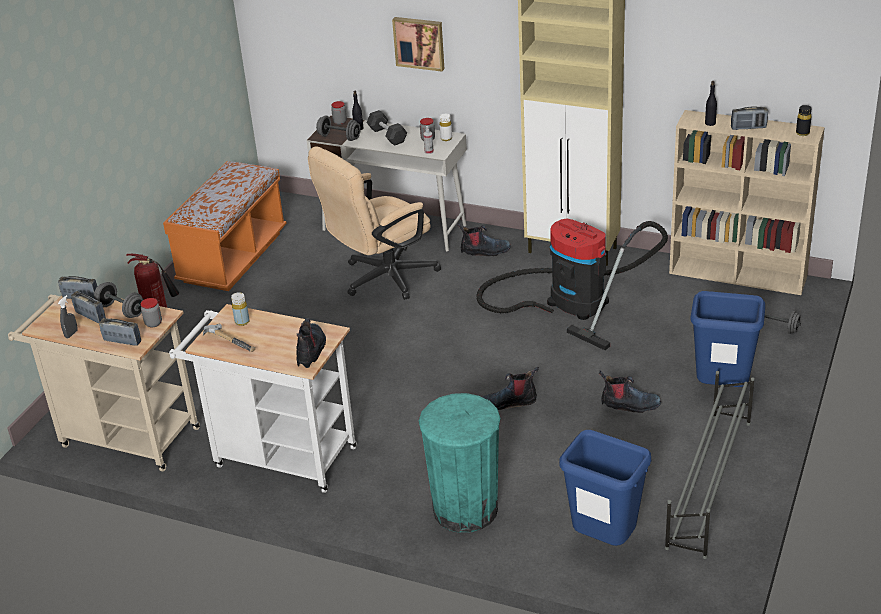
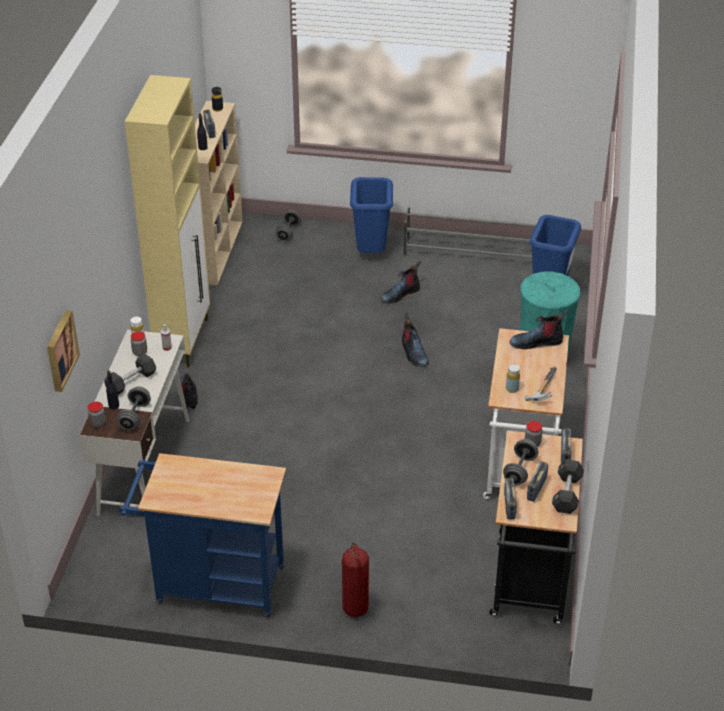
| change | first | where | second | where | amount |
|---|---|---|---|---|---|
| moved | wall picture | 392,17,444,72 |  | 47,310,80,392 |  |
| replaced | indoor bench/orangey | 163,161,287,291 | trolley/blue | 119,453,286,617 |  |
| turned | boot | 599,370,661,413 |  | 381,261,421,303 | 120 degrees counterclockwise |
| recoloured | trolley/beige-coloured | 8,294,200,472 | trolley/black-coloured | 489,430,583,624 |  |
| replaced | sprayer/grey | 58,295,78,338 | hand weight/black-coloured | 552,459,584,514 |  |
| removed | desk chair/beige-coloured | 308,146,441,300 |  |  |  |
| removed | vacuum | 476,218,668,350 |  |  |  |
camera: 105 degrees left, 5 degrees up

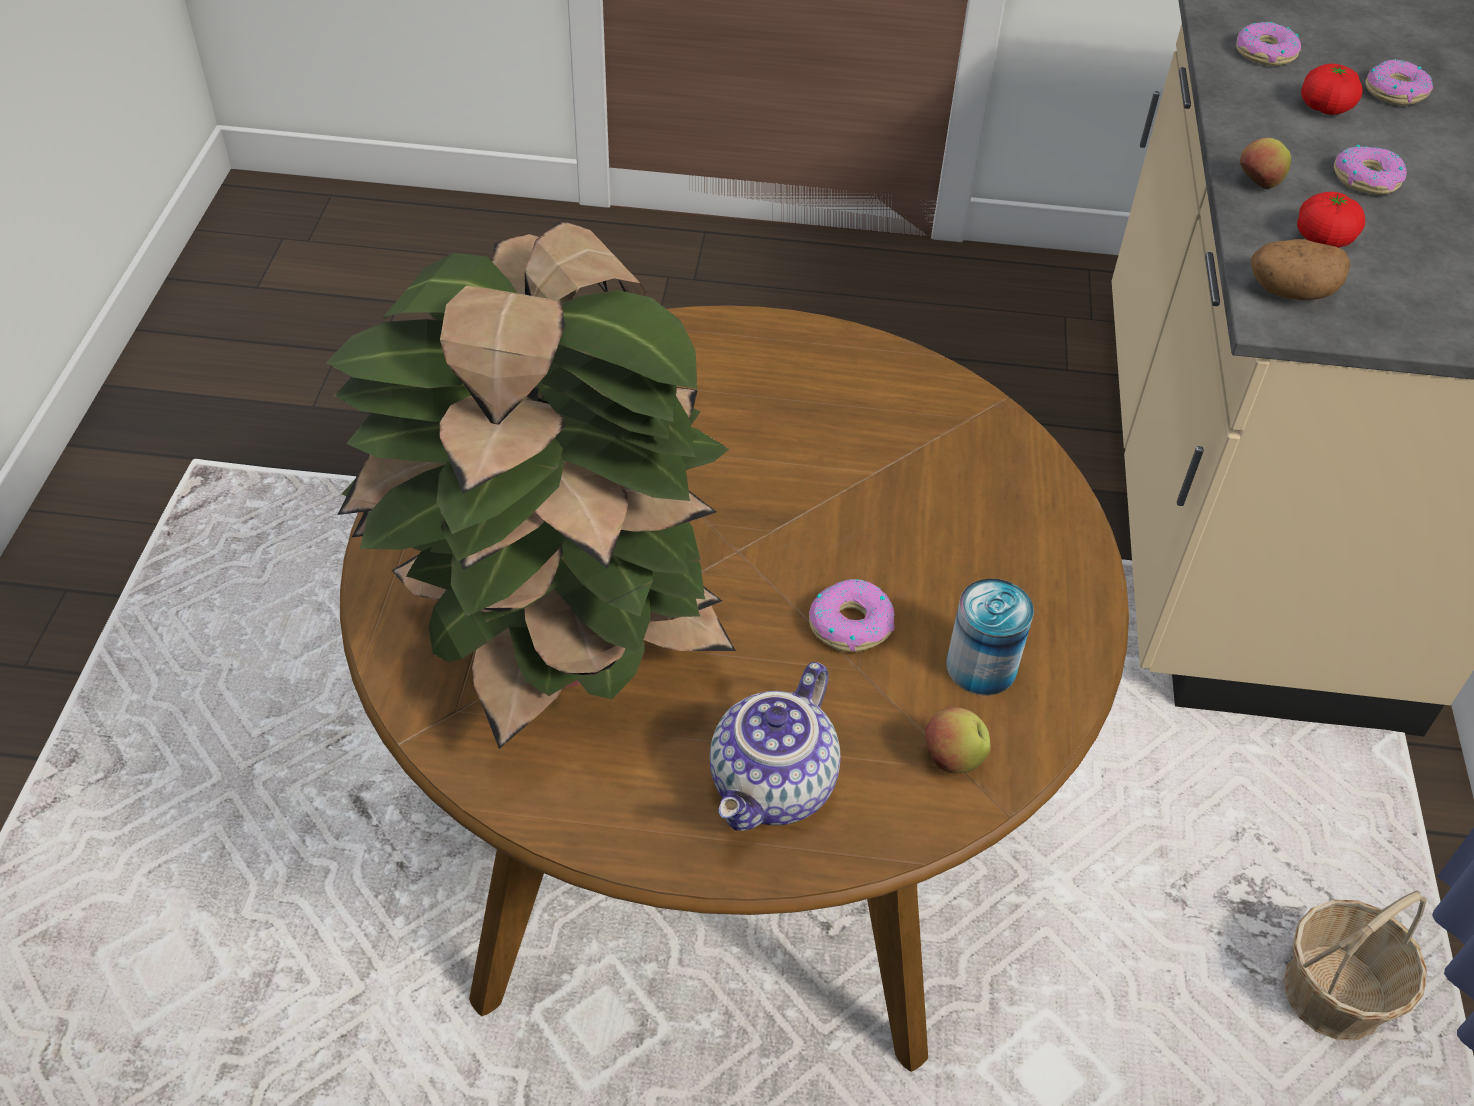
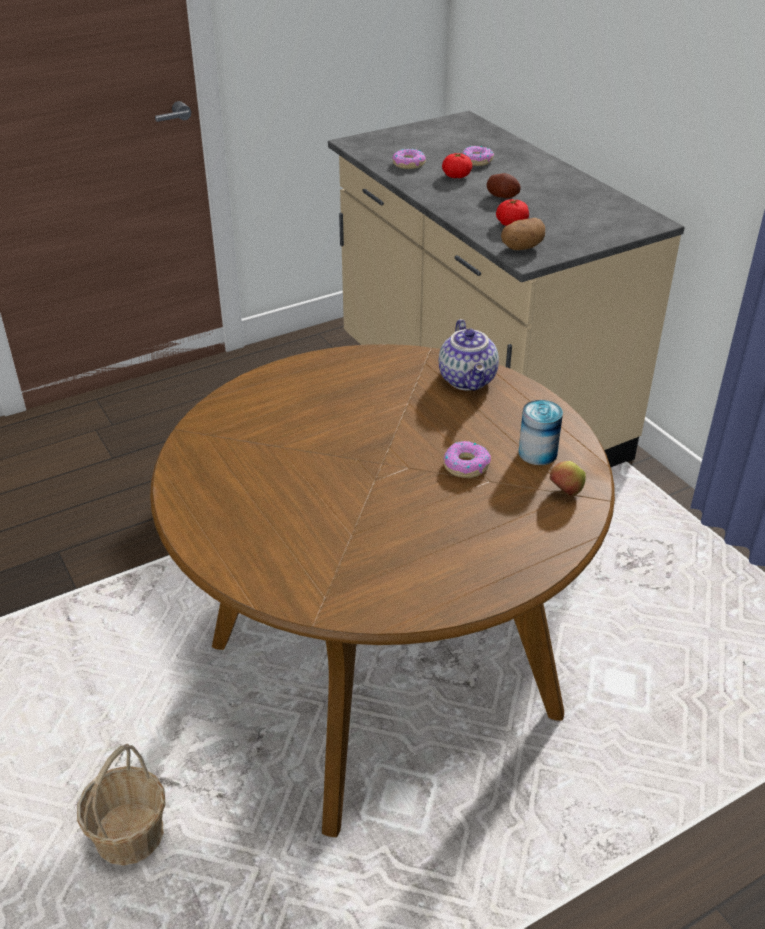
| change | first | where | second | where | amount |
|---|---|---|---|---|---|
| moved | basket | 1283,890,1427,1041 |  | 77,744,166,866 |  |
| moved | pot for tea | 710,662,841,831 |  | 439,319,499,391 |  |
| replaced | doughnut | 1334,145,1407,195 | potato | 486,173,521,198 |  |
| removed | potted plant | 326,221,736,749 |  |  |  |
| removed | whole apple | 1240,138,1291,189 |  |  |  |
camera: 35 degrees left, 10 degrees down

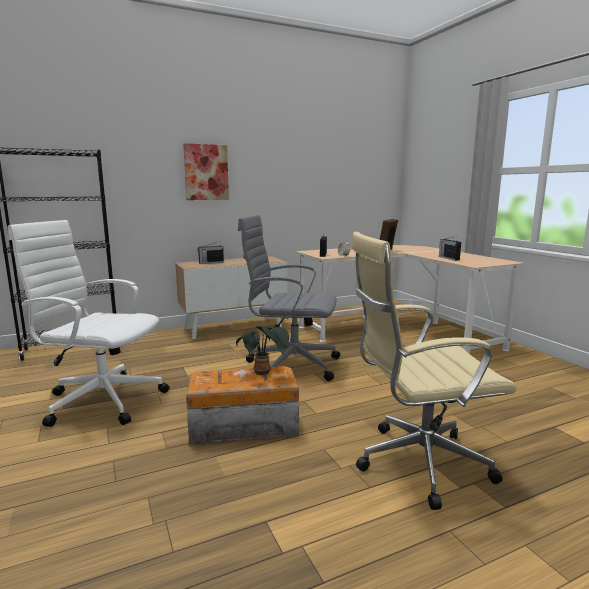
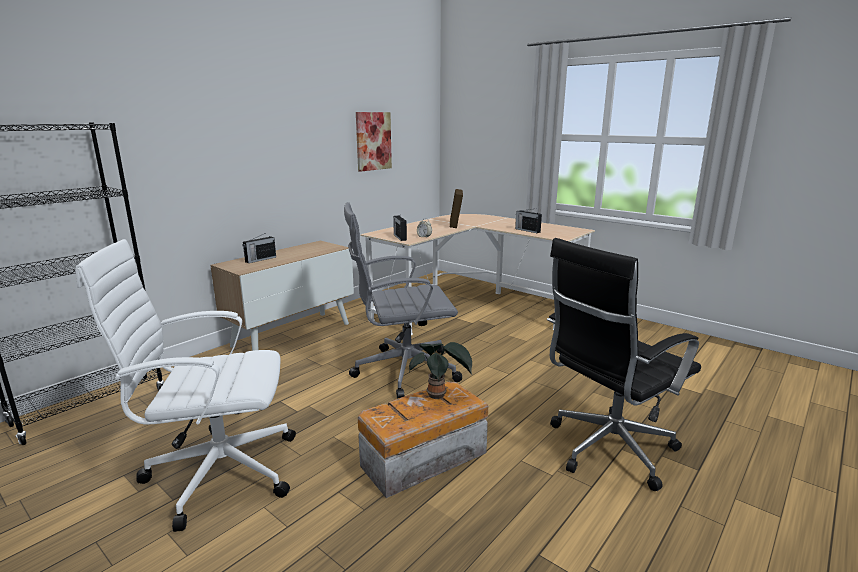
| change | first | where | second | where | amount |
|---|---|---|---|---|---|
| moved | wall picture | 183,143,229,200 |  | 356,112,392,172 |  |
| recoloured | desk chair/beige-coloured | 351,232,517,510 | desk chair/black-coloured | 547,238,701,491 |  |
camera: 25 degrees left, 5 degrees up

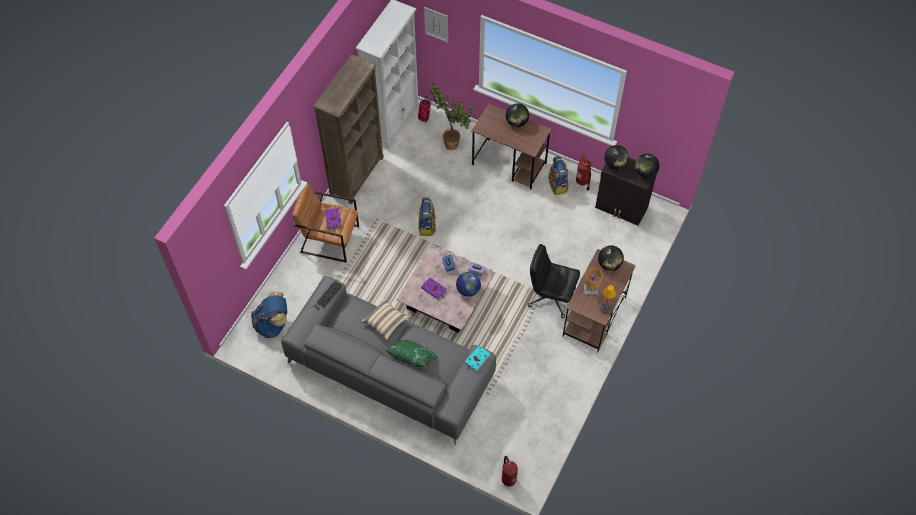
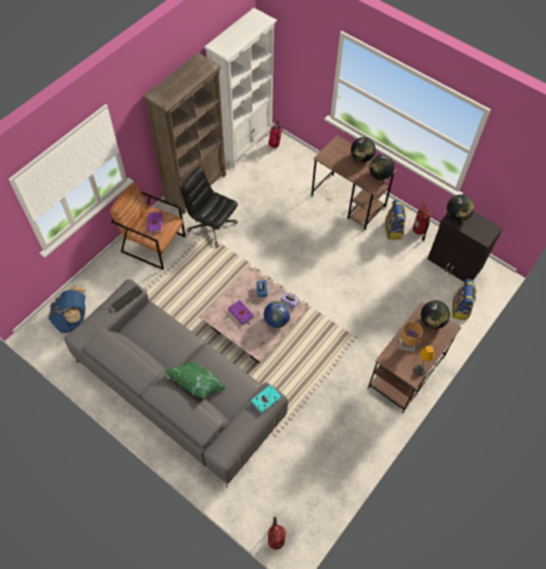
| change | first | where | second | where | amount |
|---|---|---|---|---|---|
| moved | desk chair/black-coloured | 528,244,580,318 |  | 181,167,238,247 |  |
| moved | desk globe | 635,154,659,178 |  | 369,155,395,180 |  |
| moved | knapsack | 418,197,436,236 |  | 452,279,476,321 |  |
| removed | cushion/beige-coloured | 362,298,409,340 |  |  |  |
| removed | wall picture | 424,7,448,43 |  |  |  |
| removed | potted plant | 430,83,475,150 |  |  |  |
camera: 10 degrees right, 0 degrees up

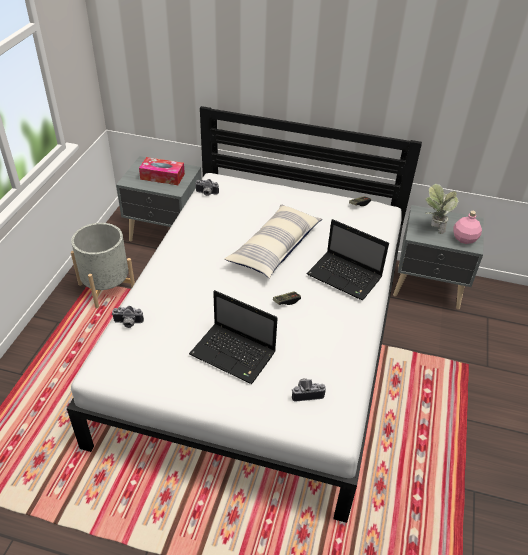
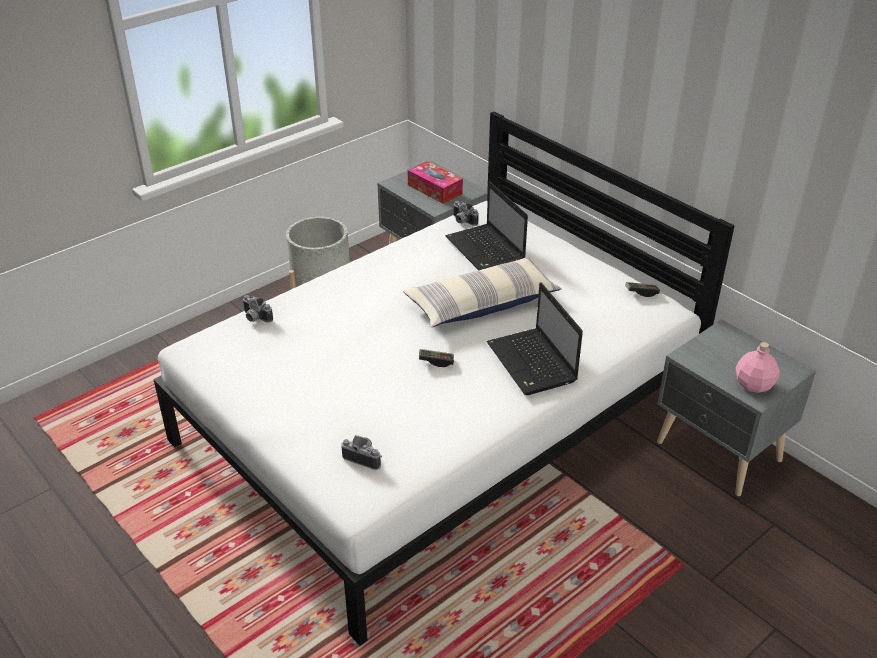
| change | first | where | second | where | amount |
|---|---|---|---|---|---|
| moved | notebook computer | 189,290,277,384 |  | 445,181,528,270 |  |
| removed | potted plant | 425,184,459,234 |  |  |  |
camera: 35 degrees right, 5 degrees down

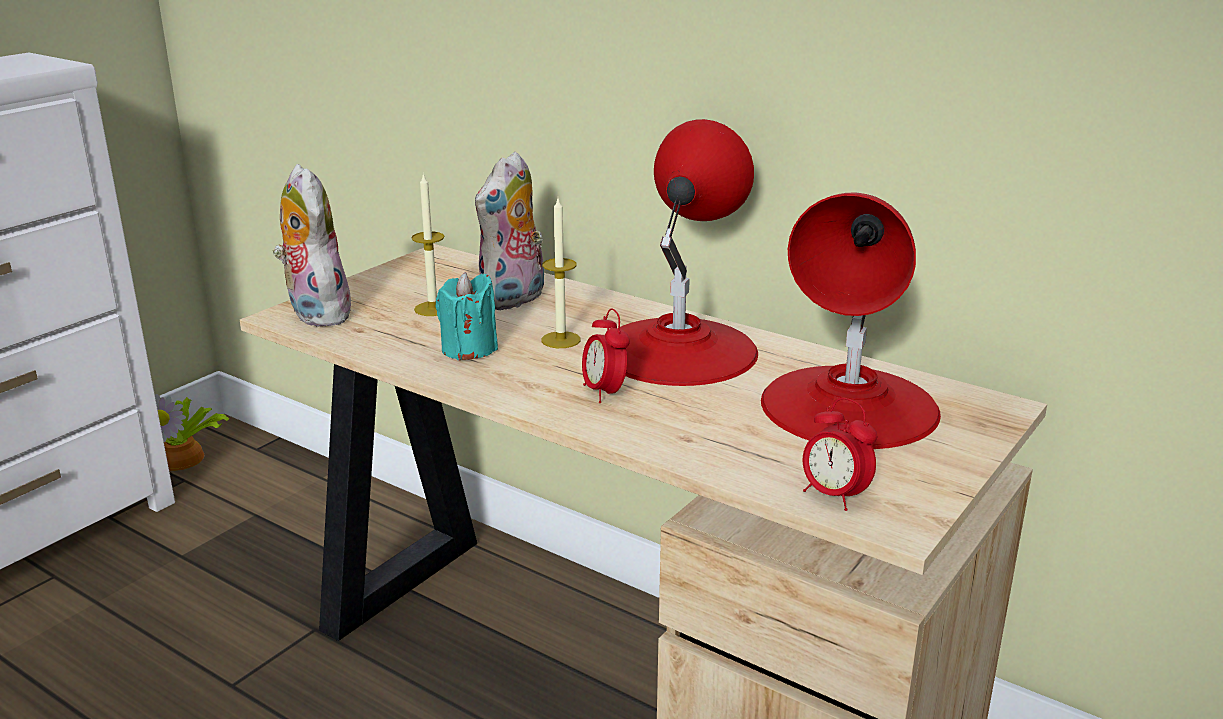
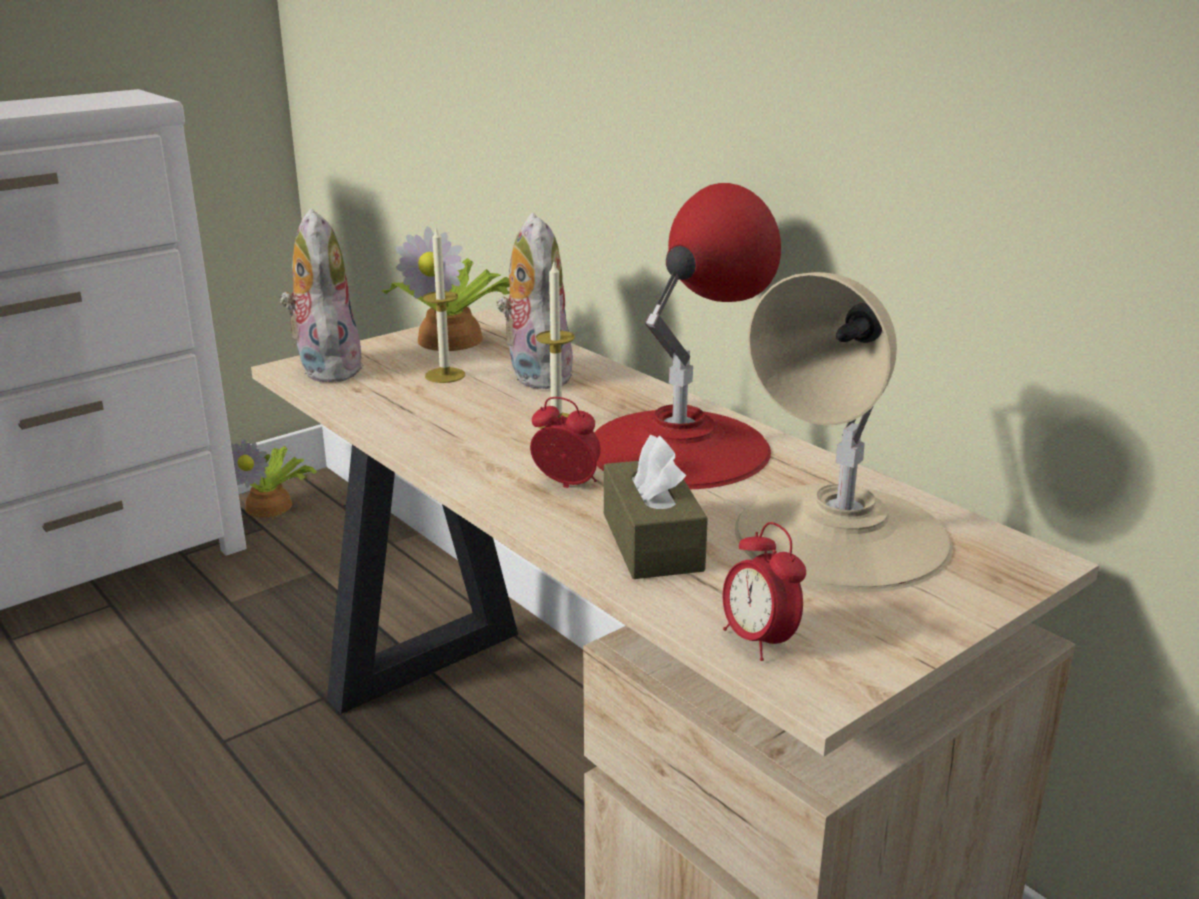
| change | first | where | second | where | amount |
|---|---|---|---|---|---|
| added |  |  | potted plant | 382,226,510,351 |  |
| turned | plush toy | 475,152,544,310 |  | 496,213,573,389 | 120 degrees clockwise |
| turned | table clock | 582,308,630,403 |  | 530,397,601,488 | 120 degrees clockwise |
| added |  |  | tissue box/brownish | 604,435,708,579 |  |
| recoloured | lamp for a table/red | 761,193,941,449 | lamp for a table/beige-coloured | 735,272,953,592 |  |
| removed | wax candle/blue-green | 436,272,498,360 |  |  |  |
camera: 15 degrees right, 0 degrees up

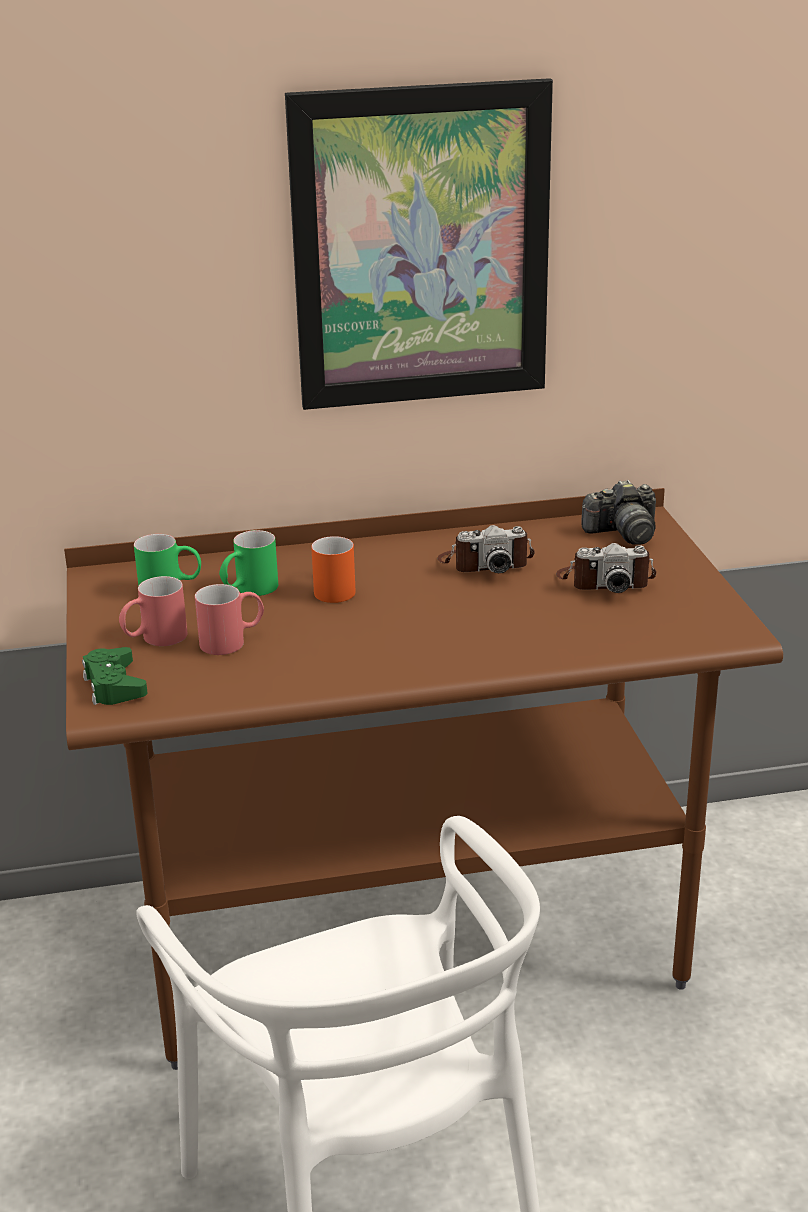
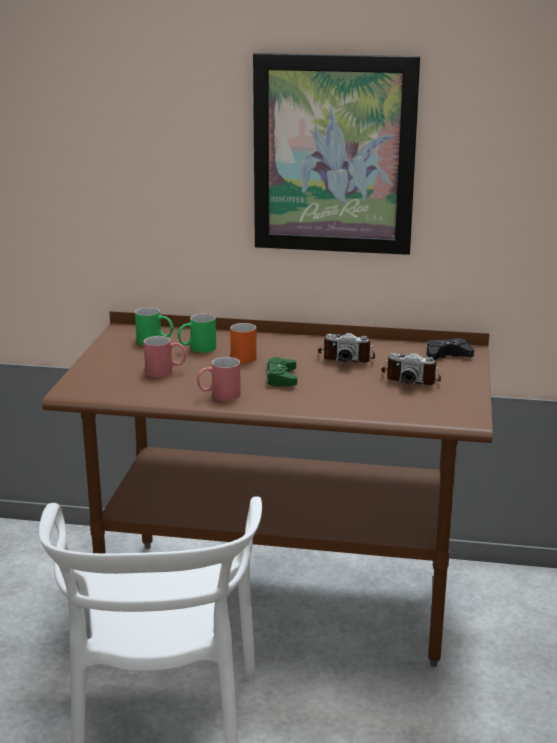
| change | first | where | second | where | amount |
|---|---|---|---|---|---|
| moved | coffee mug/red | 119,576,188,646 |  | 197,357,241,401 |  |
| moved | joypad/green | 82,647,148,705 |  | 266,357,297,387 |  |
| replaced | still camera | 581,480,656,545 | joypad/black-coloured | 426,338,474,360 |  |
camera: 20 degrees right, 5 degrees down

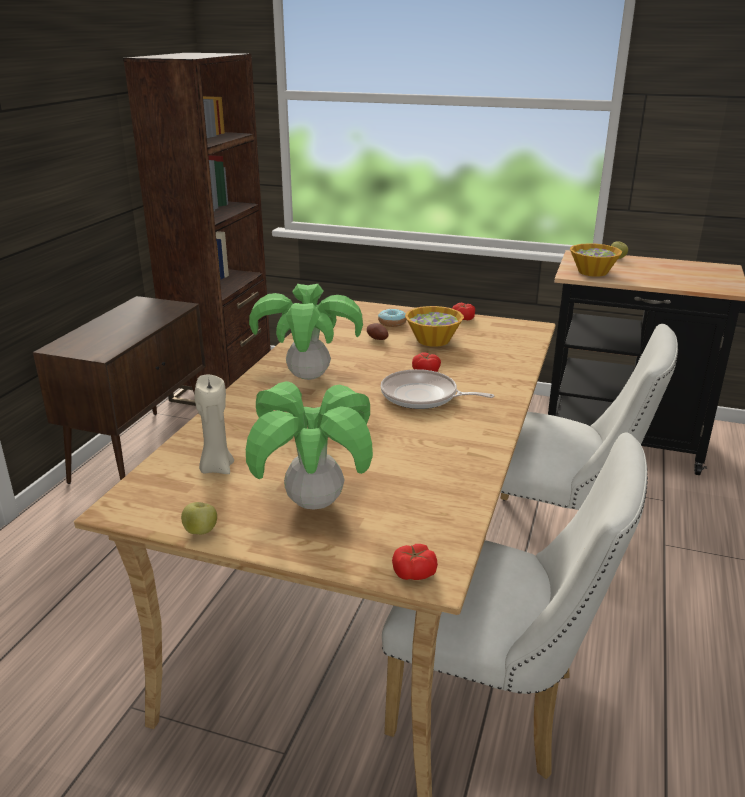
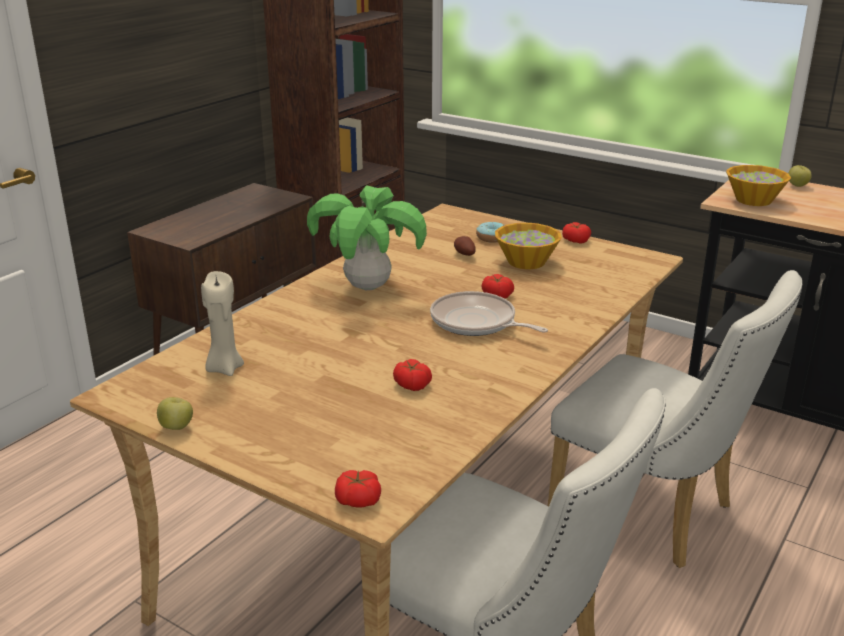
| change | first | where | second | where | amount |
|---|---|---|---|---|---|
| added |  |  | tomato | 393,359,432,391 |  |
| removed | potted plant | 246,381,373,509 |  |  |  |
camera: 15 degrees right, 0 degrees up

